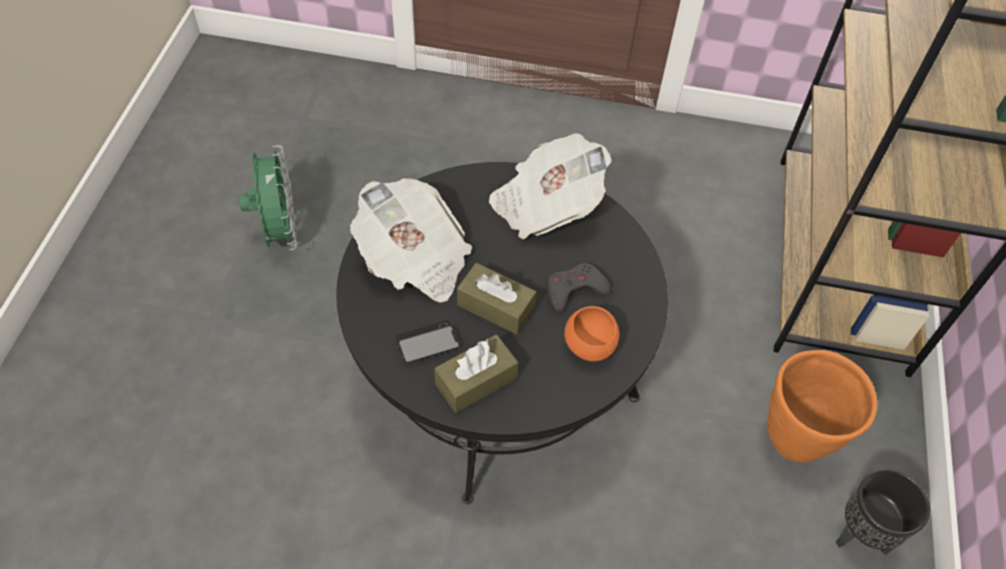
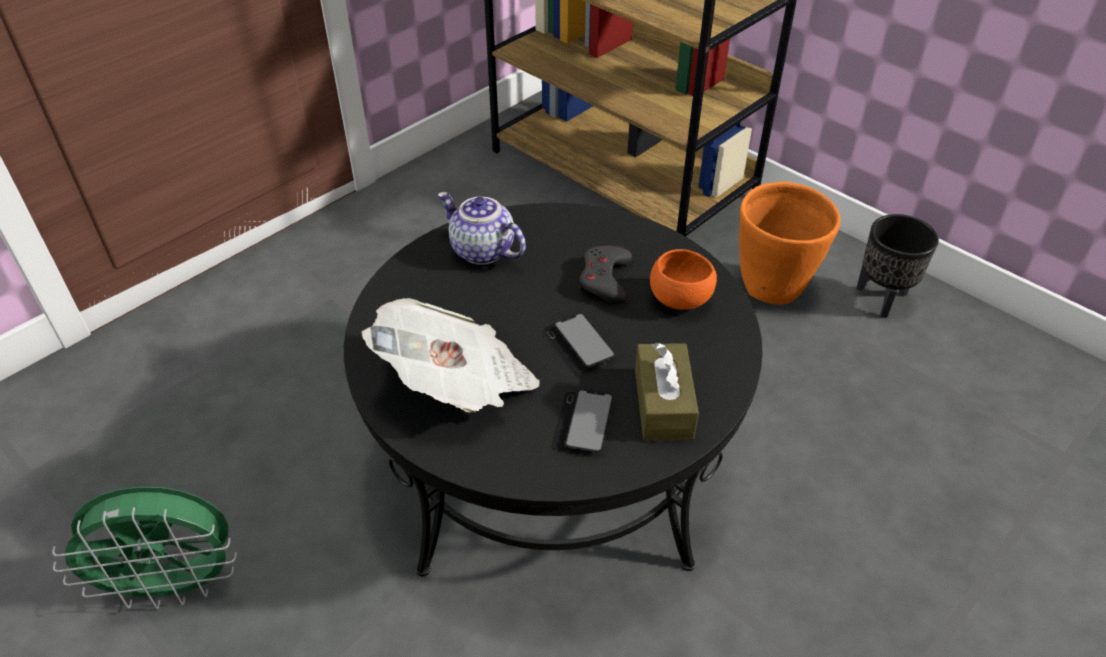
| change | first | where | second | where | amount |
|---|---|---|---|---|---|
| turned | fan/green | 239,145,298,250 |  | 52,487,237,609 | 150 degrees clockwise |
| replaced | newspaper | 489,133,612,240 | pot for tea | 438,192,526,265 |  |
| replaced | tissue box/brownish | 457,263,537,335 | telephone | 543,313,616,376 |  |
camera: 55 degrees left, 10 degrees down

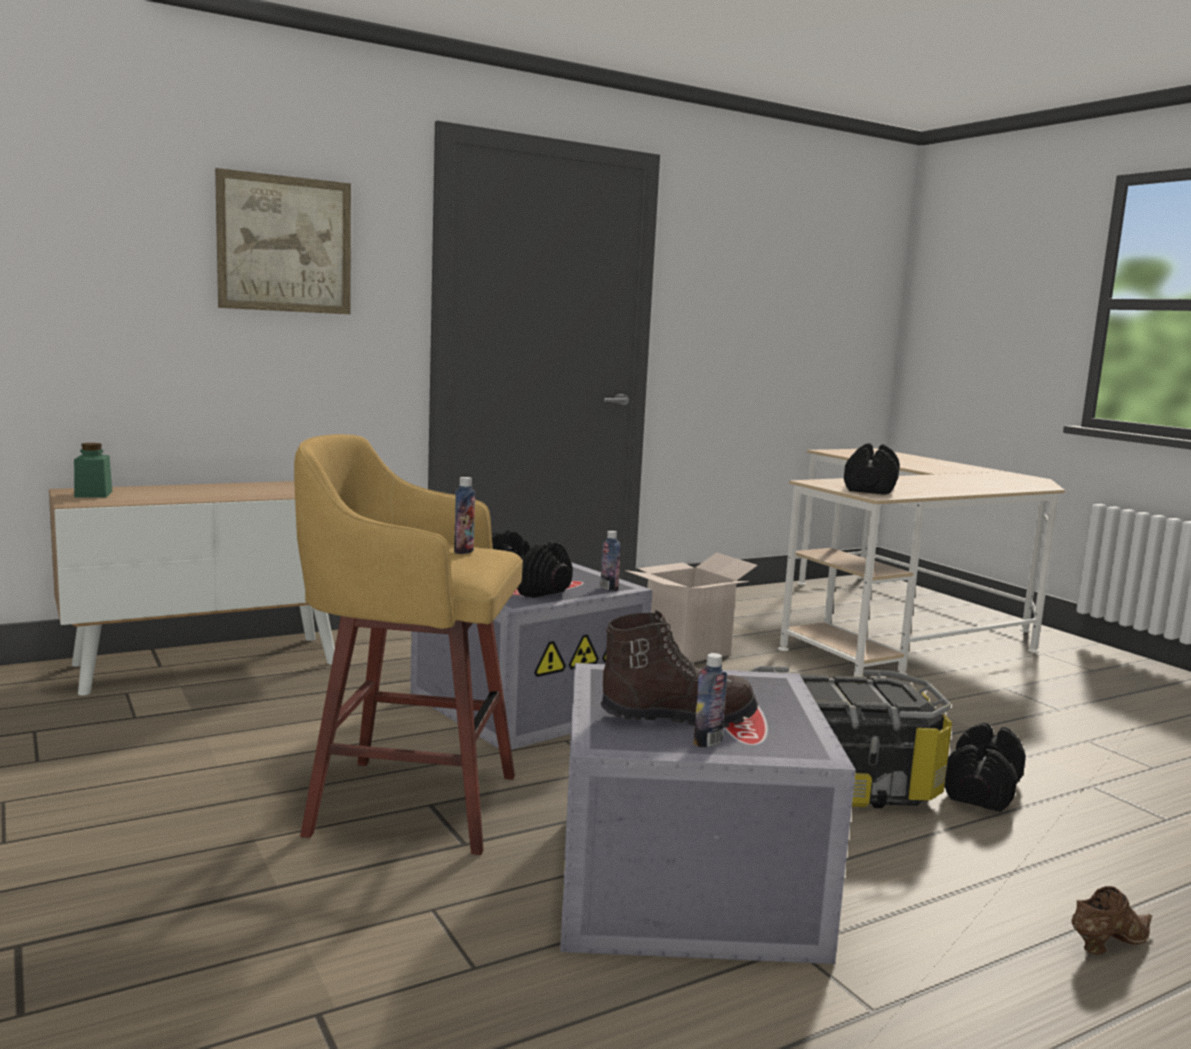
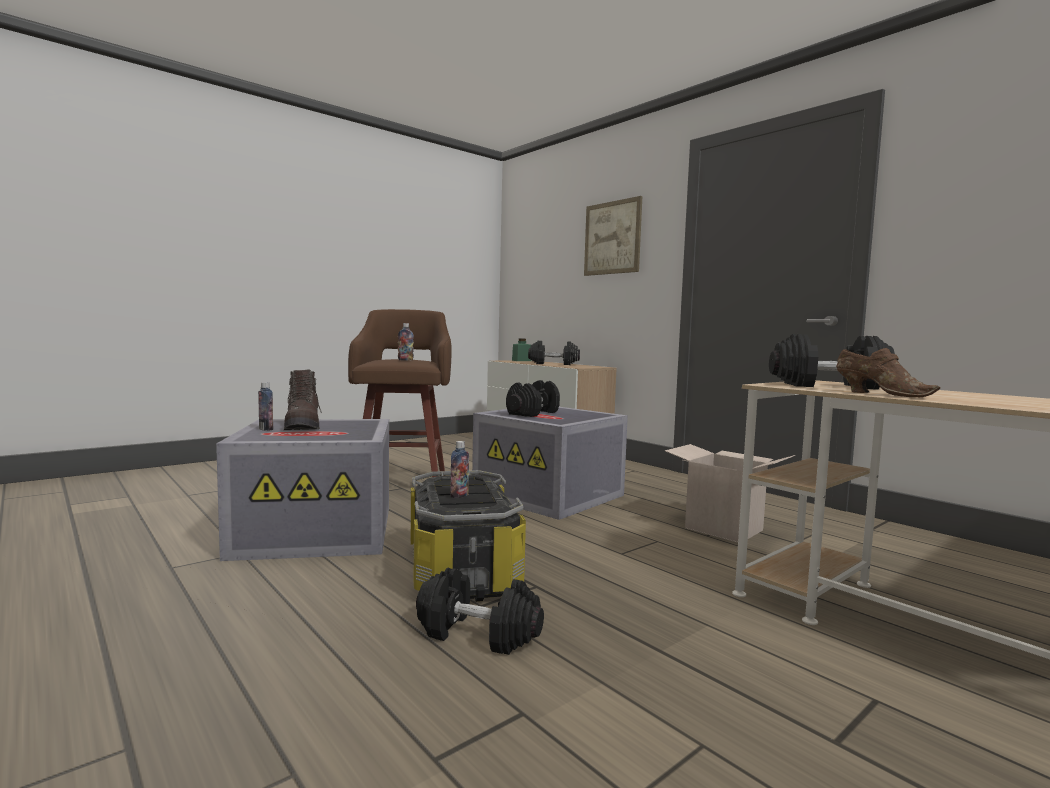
| change | first | where | second | where | amount |
|---|---|---|---|---|---|
| recoloured | stool/yellow | 294,434,523,855 | stool/brownish | 348,309,452,477 |  |
| moved | drink bottle | 600,531,621,591 |  | 450,441,469,498 |  |
| added |  |  | hand weight/black-coloured | 528,340,580,365 |  |
| moved | shoe/brownish | 1072,886,1152,955 |  | 836,348,940,397 |  |
camera: 80 degrees right, 5 degrees down

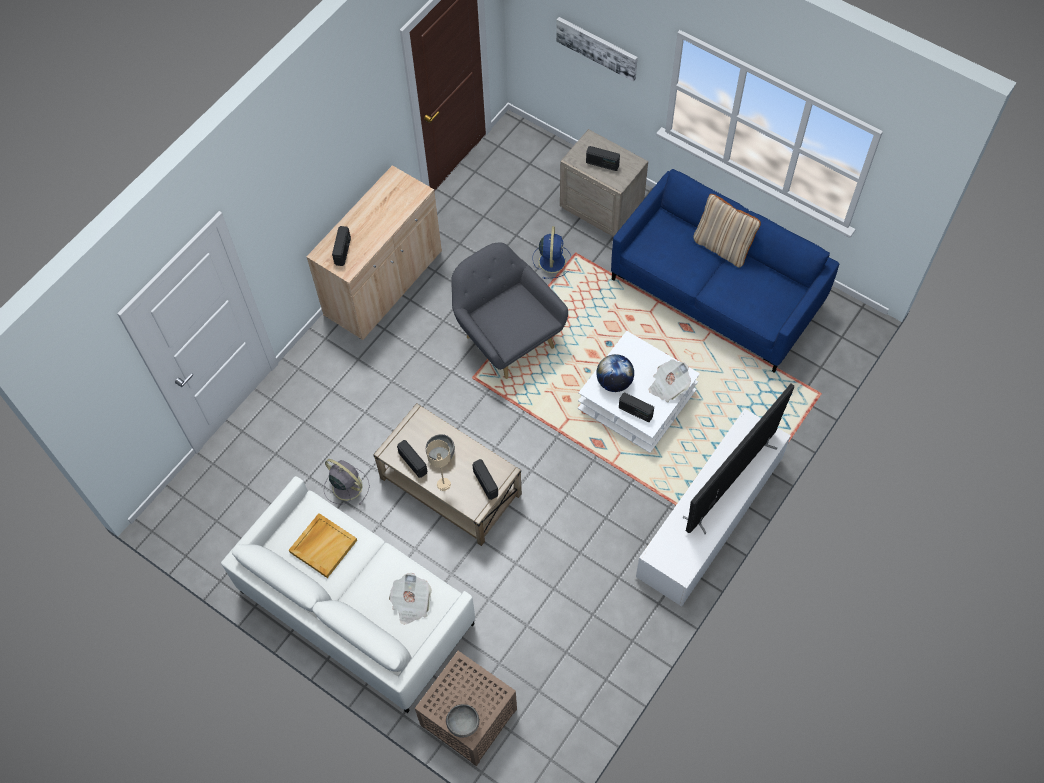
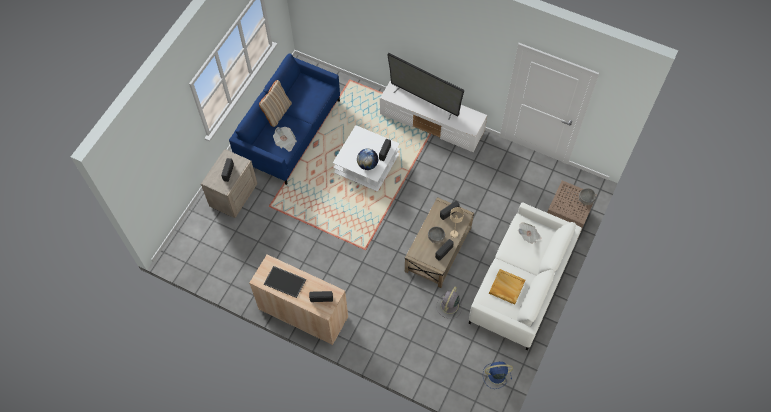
| change | first | where | second | where | amount |
|---|---|---|---|---|---|
| added |  |  | carrying tray | 264,266,306,298 |  |
| moved | newspaper | 649,360,691,402 |  | 273,127,297,152 |  |
| moved | fan/blue | 532,226,571,279 |  | 483,362,513,389 |  |
| removed | easy chair/grey | 451,242,568,379 |  |  |  |
| removed | wall picture | 556,17,638,82 |  |  |  |
camera: 100 degrees left, 0 degrees up

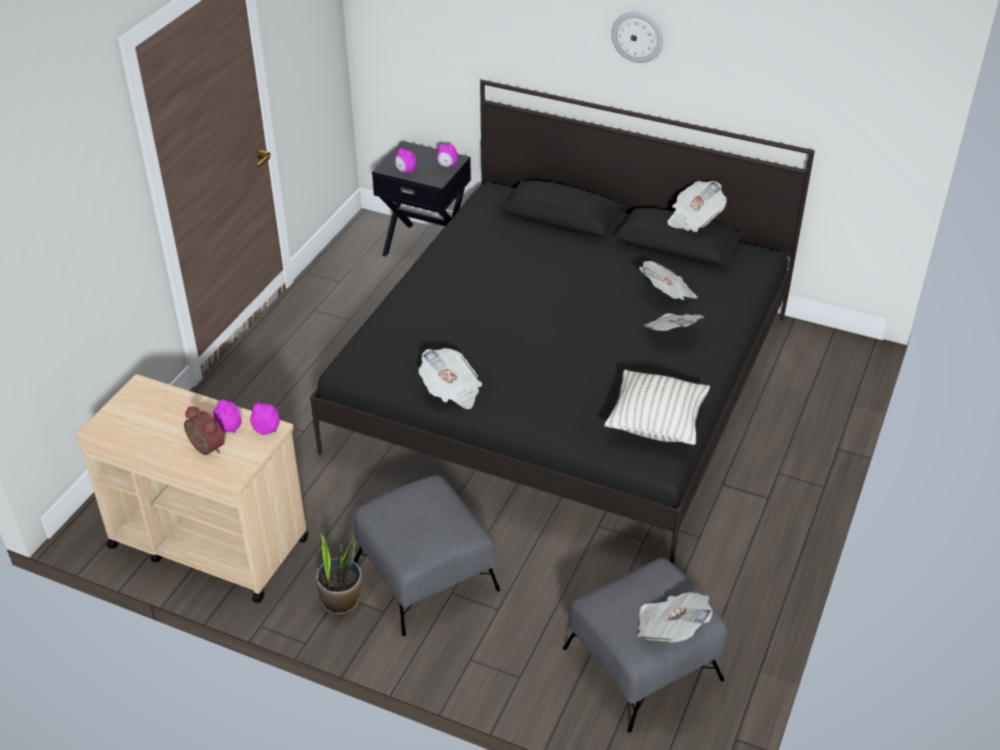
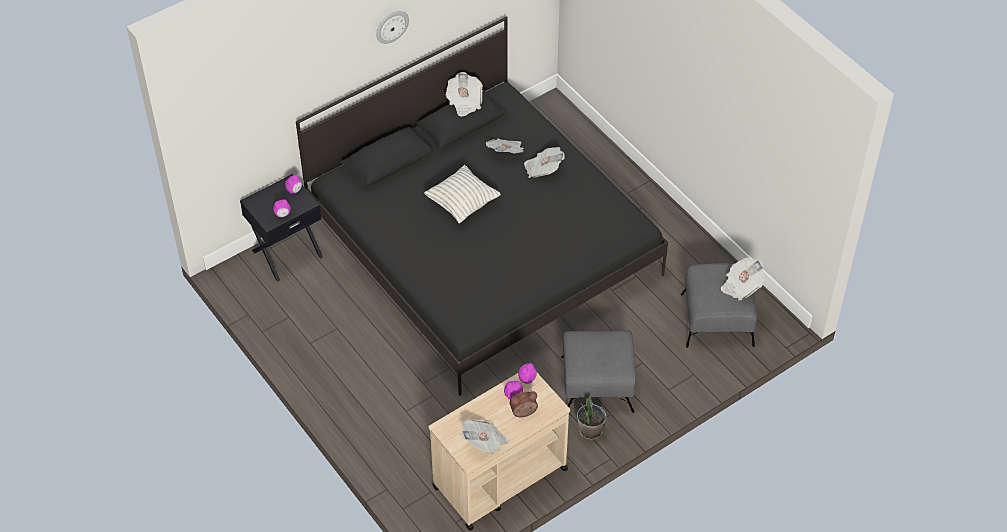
| change | first | where | second | where | amount |
|---|---|---|---|---|---|
| moved | cushion | 604,370,710,445 |  | 424,165,501,223 |  |
| moved | newspaper | 419,348,483,409 |  | 461,419,509,454 |  |
camera: 60 degrees left, 10 degrees up

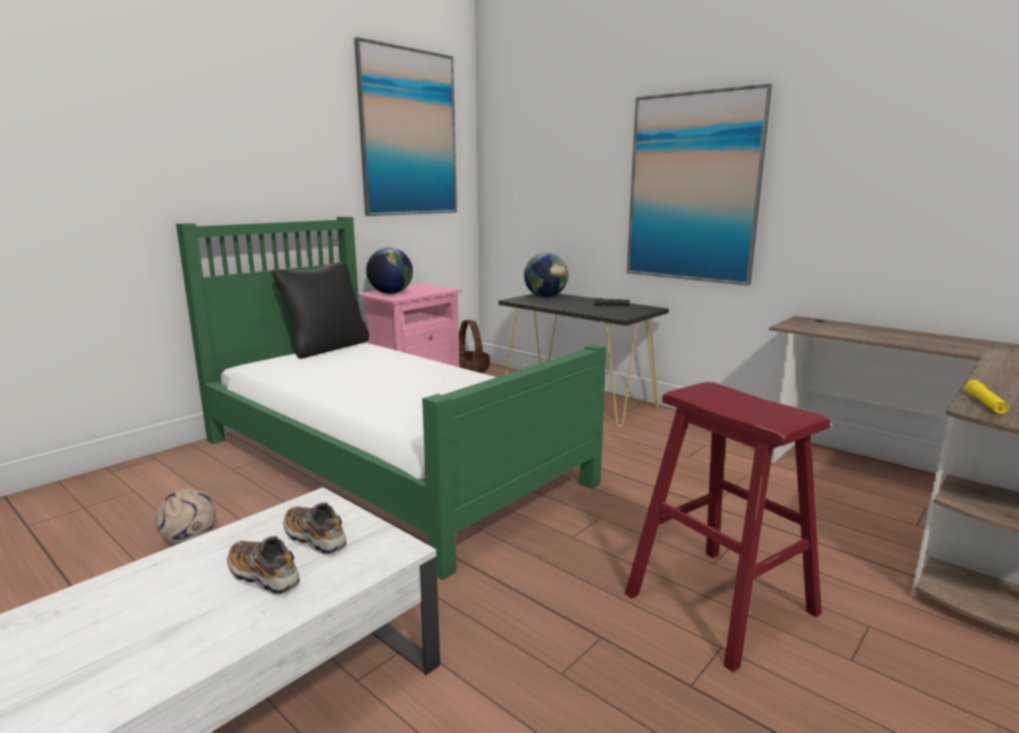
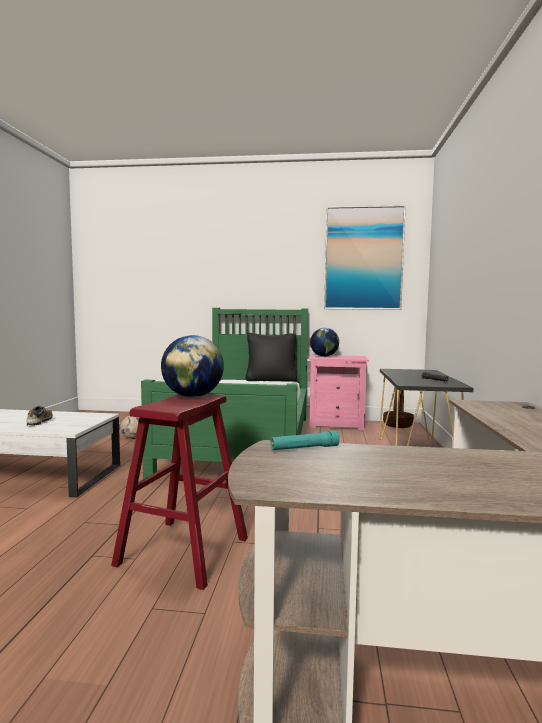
| change | first | where | second | where | amount |
|---|---|---|---|---|---|
| moved | desk globe | 524,253,568,298 |  | 161,335,224,397 |  |
| recoloured | flashlight/yellow | 965,380,1009,414 | flashlight/blue-green | 270,431,339,450 |  |
| removed | shoe | 283,502,347,555 |  |  |  |
| removed | wall picture | 627,83,772,286 |  |  |  |
camera: 55 degrees right, 10 degrees down

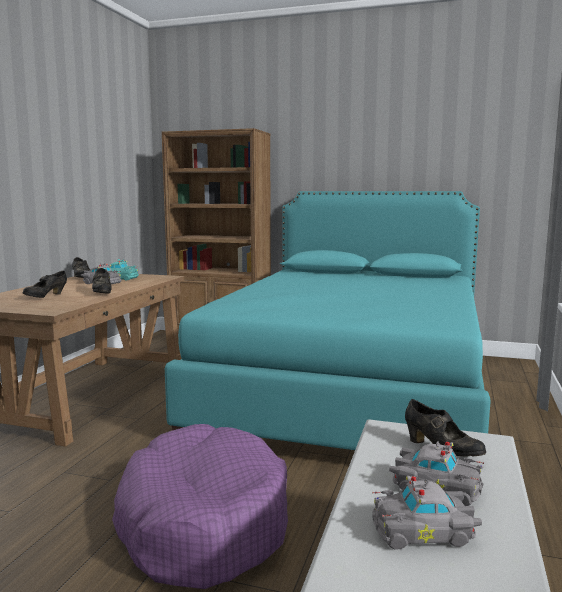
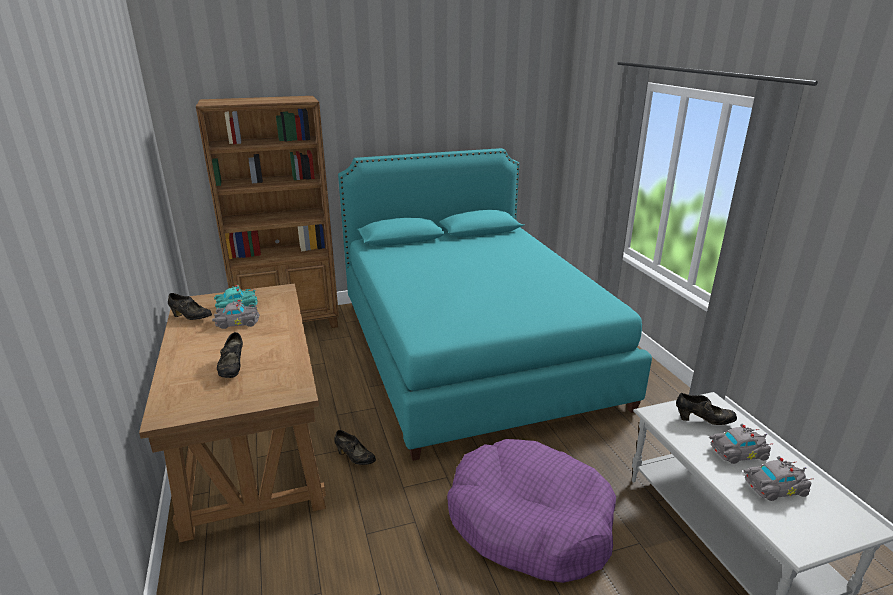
| change | first | where | second | where | amount |
|---|---|---|---|---|---|
| moved | shoe/black-coloured | 92,268,112,293 |  | 334,430,376,465 |  |
| turned | miniature car/grey | 372,476,482,549 |  | 744,456,814,501 | 150 degrees counterclockwise |
camera: 35 degrees left, 15 degrees up

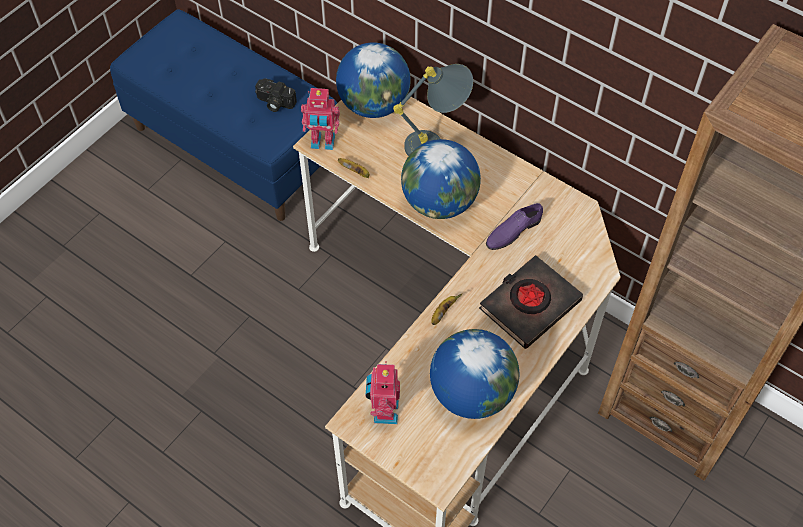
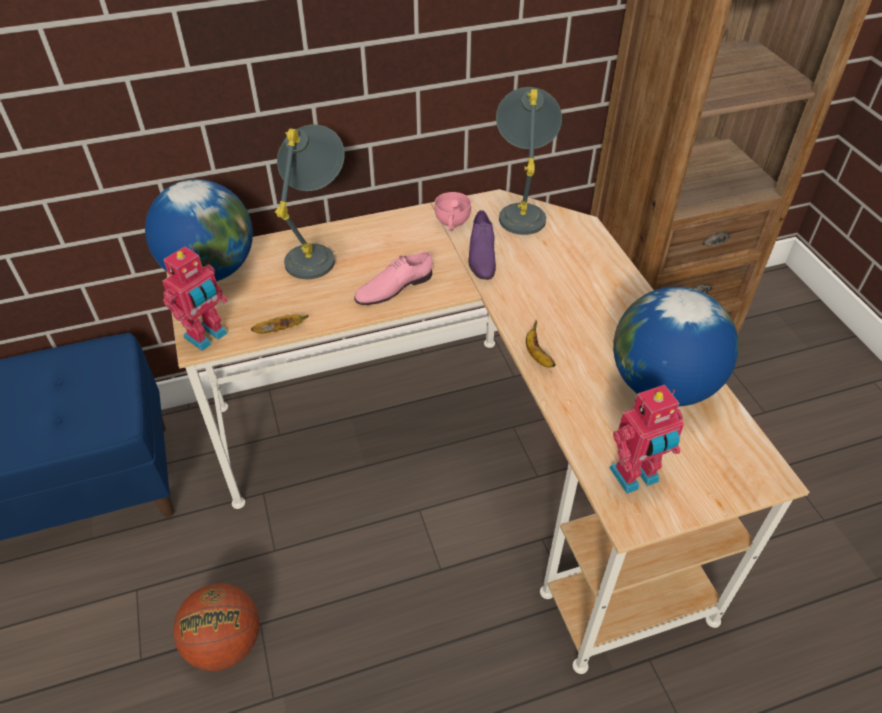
| change | first | where | second | where | amount |
|---|---|---|---|---|---|
| added |  |  | basketball ball | 173,583,259,671 |  |
| replaced | desk globe | 401,139,481,219 | shoe/pink | 354,252,433,305 |  |
| added |  |  | cup/pink | 434,192,471,231 |  |
| added |  |  | lamp for a table/grey | 496,87,562,235 |  |
| turned | model robot | 366,361,400,424 |  | 609,385,684,494 | 60 degrees counterclockwise |
| removed | still camera | 255,78,297,112 |  |  |  |
| removed | bound book/black-coloured | 479,255,583,349 |  |  |  |
camera: 55 degrees left, 10 degrees down

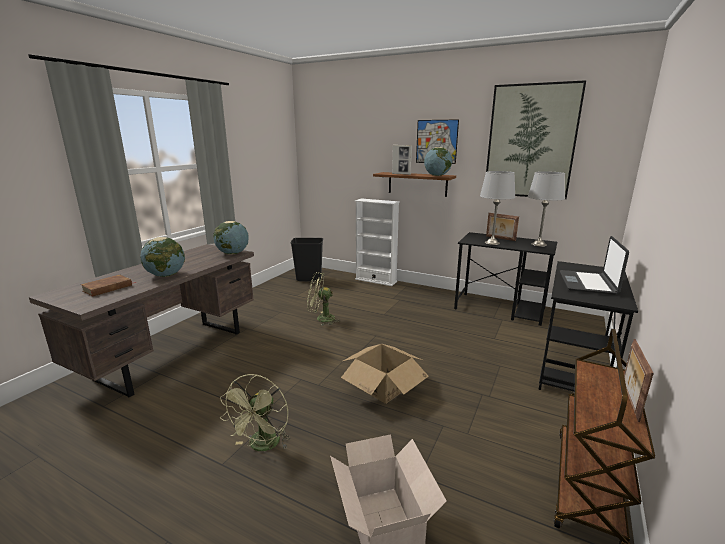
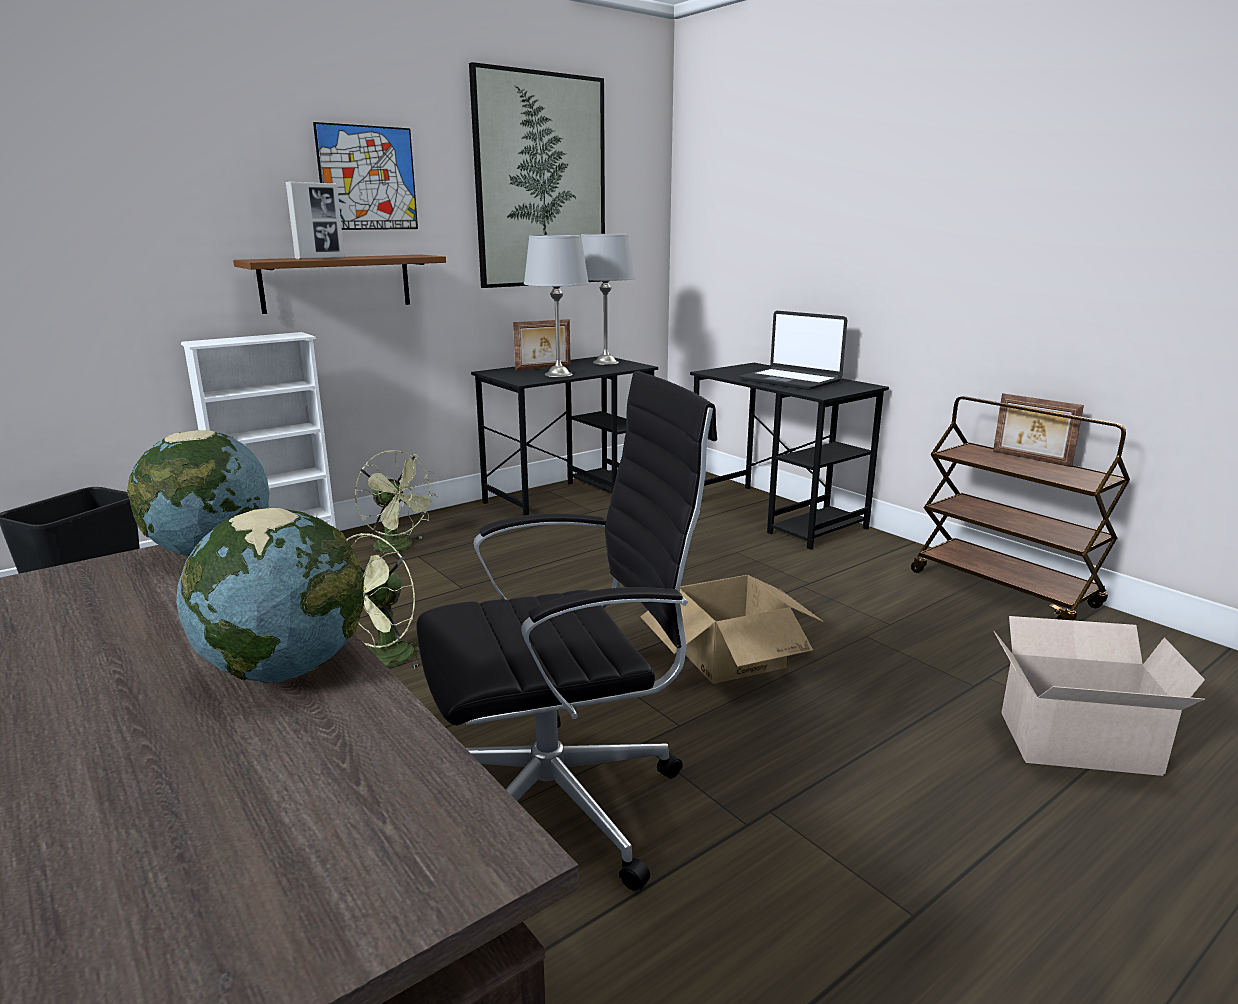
| change | first | where | second | where | amount |
|---|---|---|---|---|---|
| moved | fan/green | 220,374,291,451 |  | 354,450,437,556 |  |
| added |  |  | desk chair/black-coloured | 416,371,717,891 |  |
| removed | bound book/brownish | 81,275,136,296 |  |  |  |
| removed | desk globe | 424,147,452,176 |  |  |  |
camera: 65 degrees left, 0 degrees up

